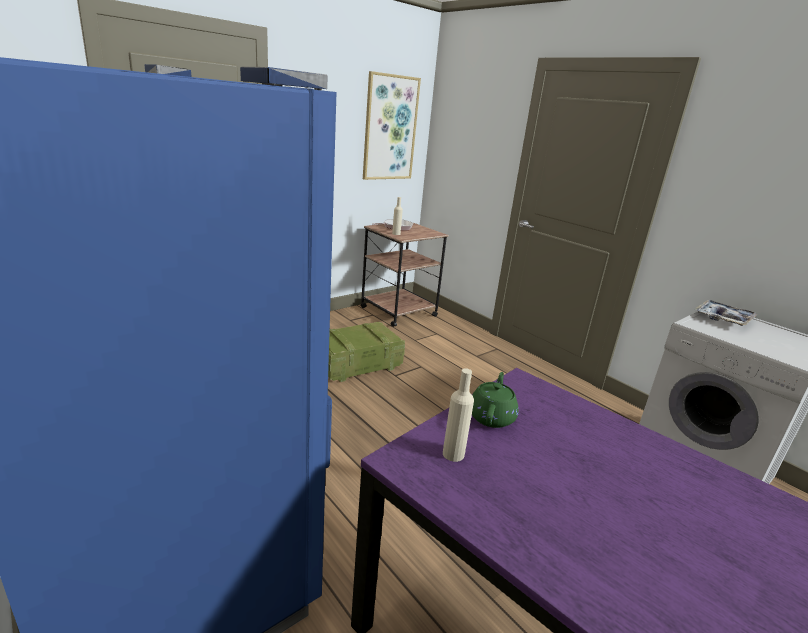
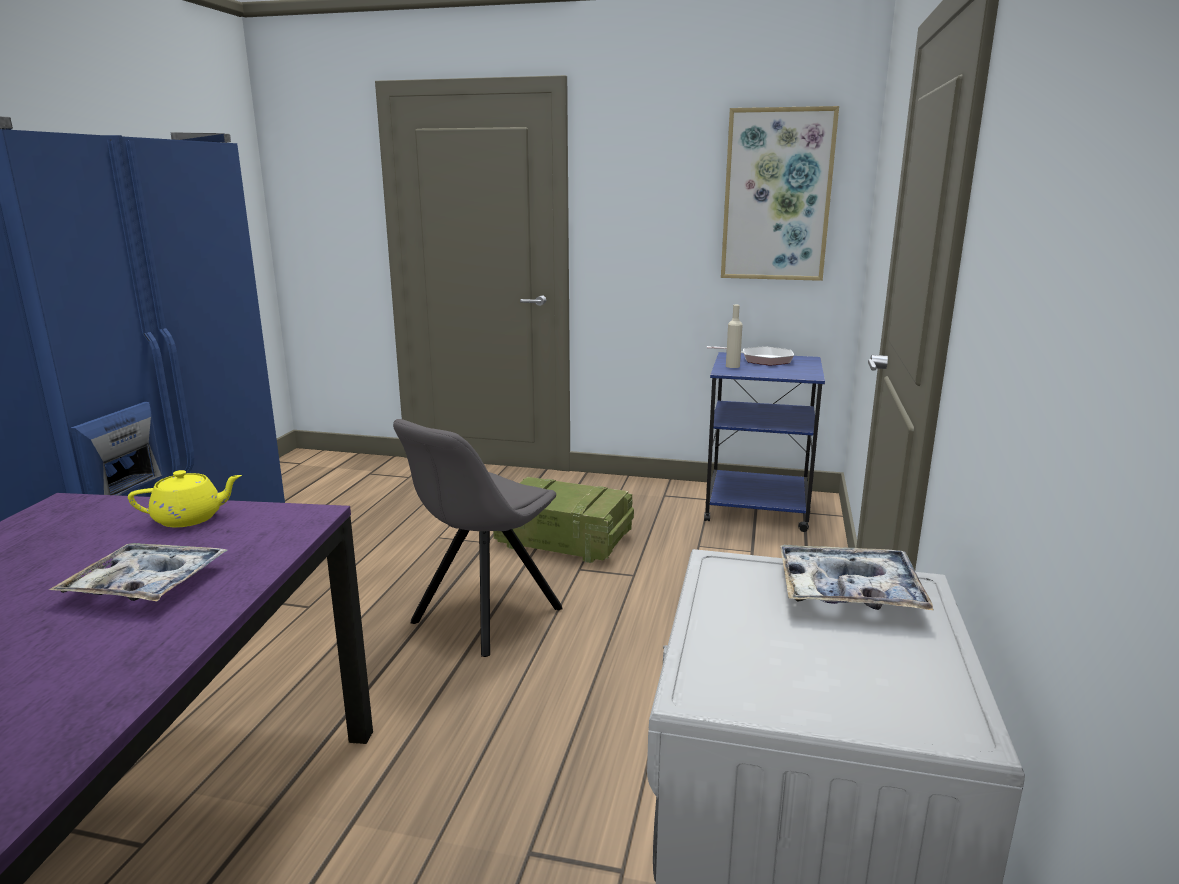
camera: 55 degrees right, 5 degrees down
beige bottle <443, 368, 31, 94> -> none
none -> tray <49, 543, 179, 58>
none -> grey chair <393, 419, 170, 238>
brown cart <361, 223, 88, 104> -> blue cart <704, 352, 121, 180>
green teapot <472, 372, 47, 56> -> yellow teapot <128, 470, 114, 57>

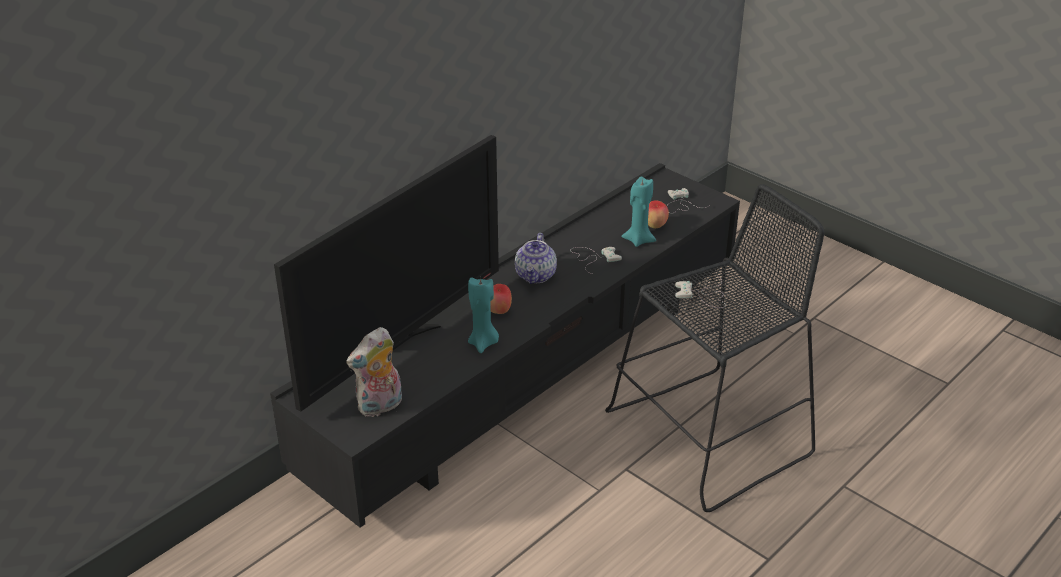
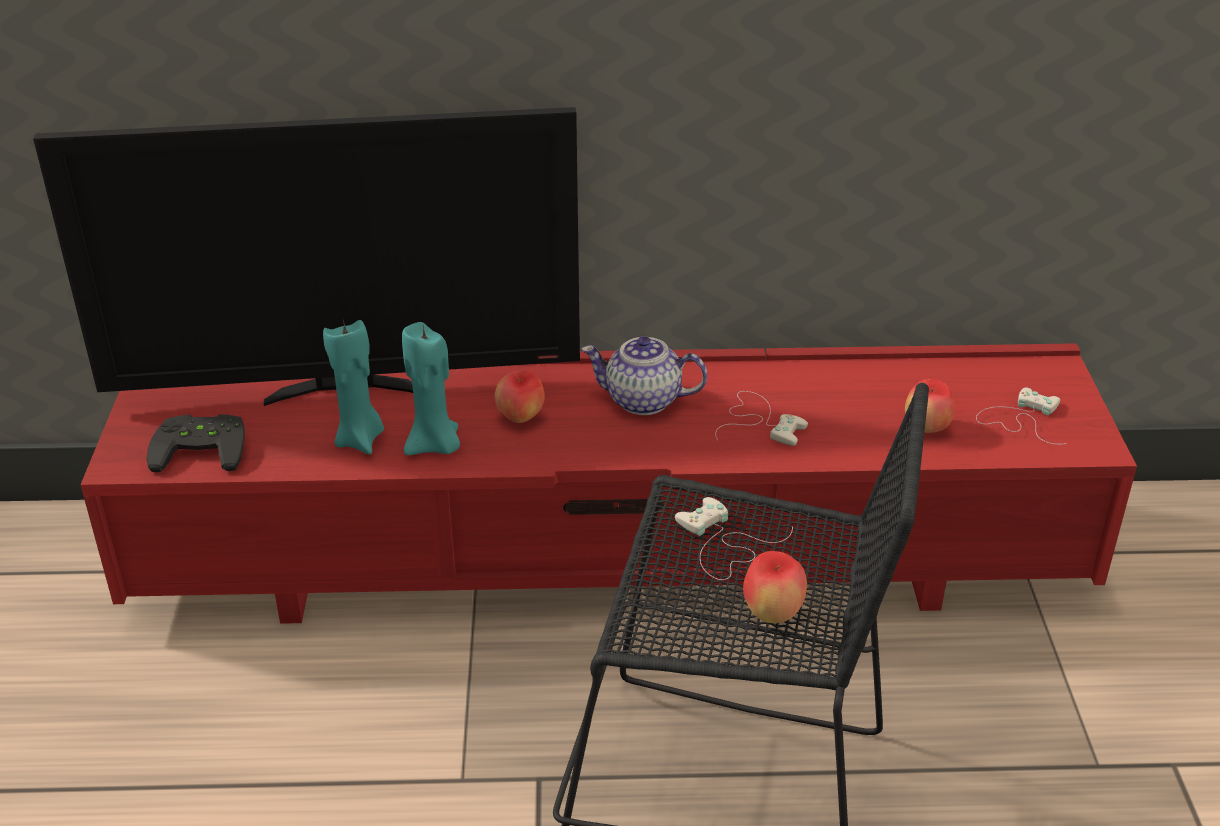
camera: 45 degrees right, 0 degrees up
none -> apple <743, 551, 64, 72>
turquoise candle <621, 177, 35, 70> -> turquoise candle <323, 319, 61, 135>, relocated
plush toy <346, 327, 56, 91> -> black game controller <147, 414, 98, 58>
black tv stand <270, 163, 470, 365> -> red tv stand <80, 343, 1057, 281>
teapot <515, 233, 42, 51> -> teapot <581, 336, 126, 79>, 45 degrees clockwise

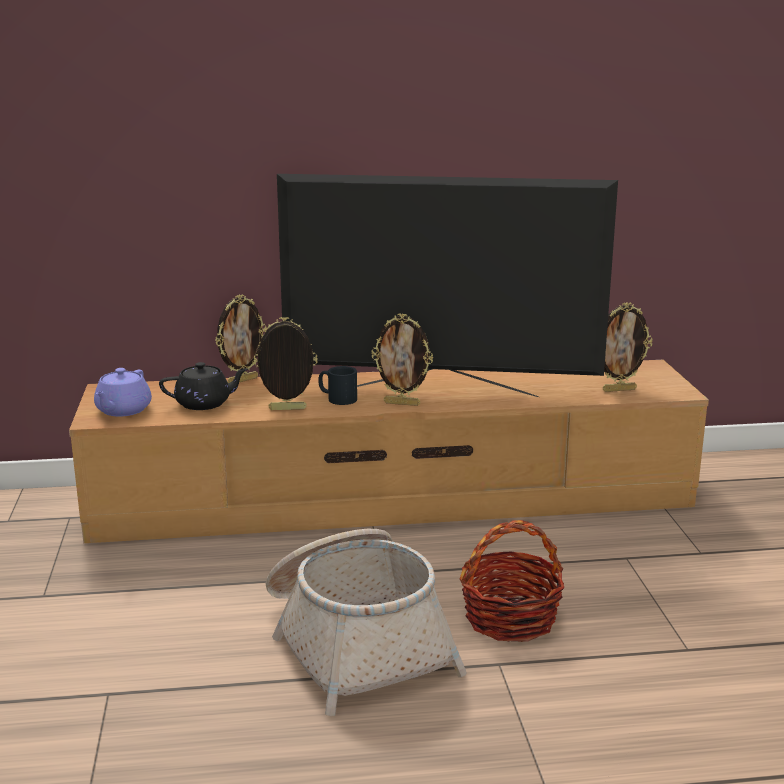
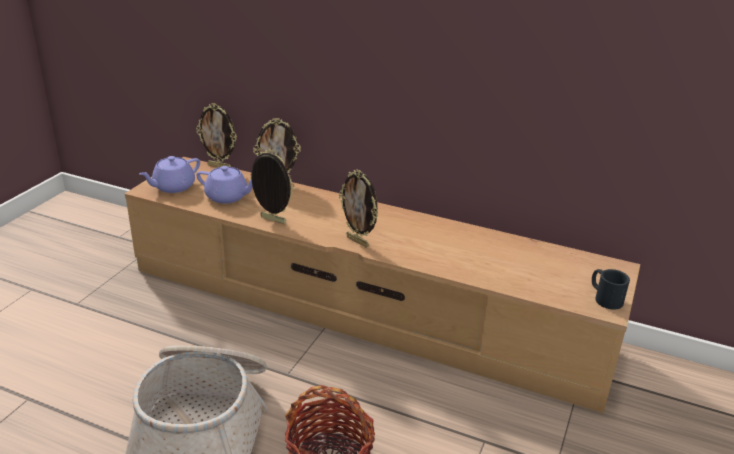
camera: 30 degrees right, 10 degrees up
television <277, 174, 341, 223> -> none
black mug <319, 366, 38, 39> -> black mug <592, 269, 38, 41>, relocated
picture frame <603, 302, 50, 90> -> picture frame <196, 103, 41, 64>, relocated
black teapot <159, 362, 89, 48> -> purple teapot <196, 166, 57, 38>

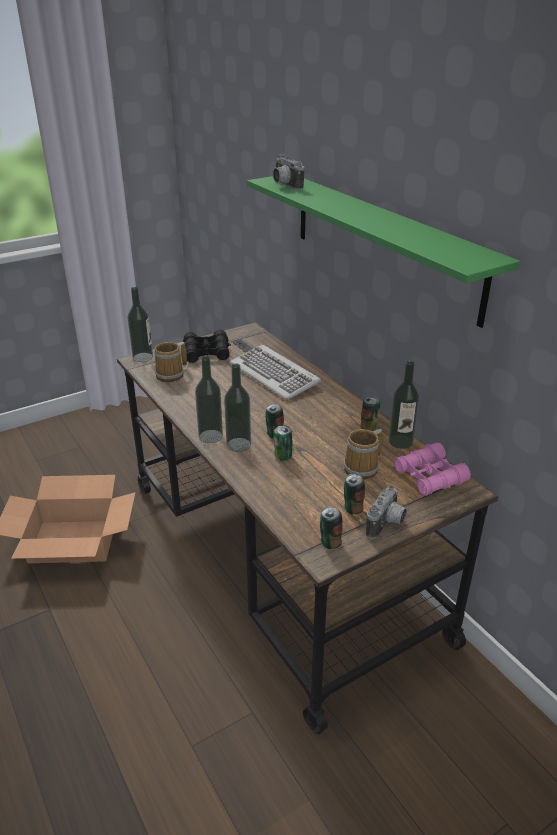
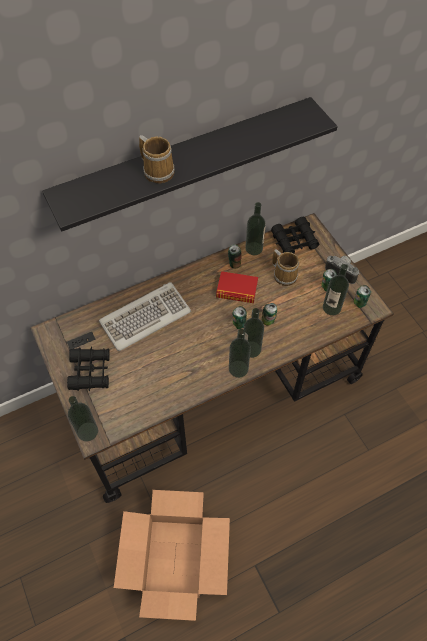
camera: 85 degrees left, 25 degrees up
photo camera <273, 154, 32, 36> -> none
none -> book <216, 271, 42, 32>
none -> bottle <323, 264, 26, 52>
mug <154, 342, 33, 40> -> mug <139, 135, 36, 48>, relocated
green shelf <247, 176, 274, 152> -> black shelf <42, 97, 296, 134>
pink binoculars <394, 443, 77, 53> -> black binoculars <271, 217, 48, 37>

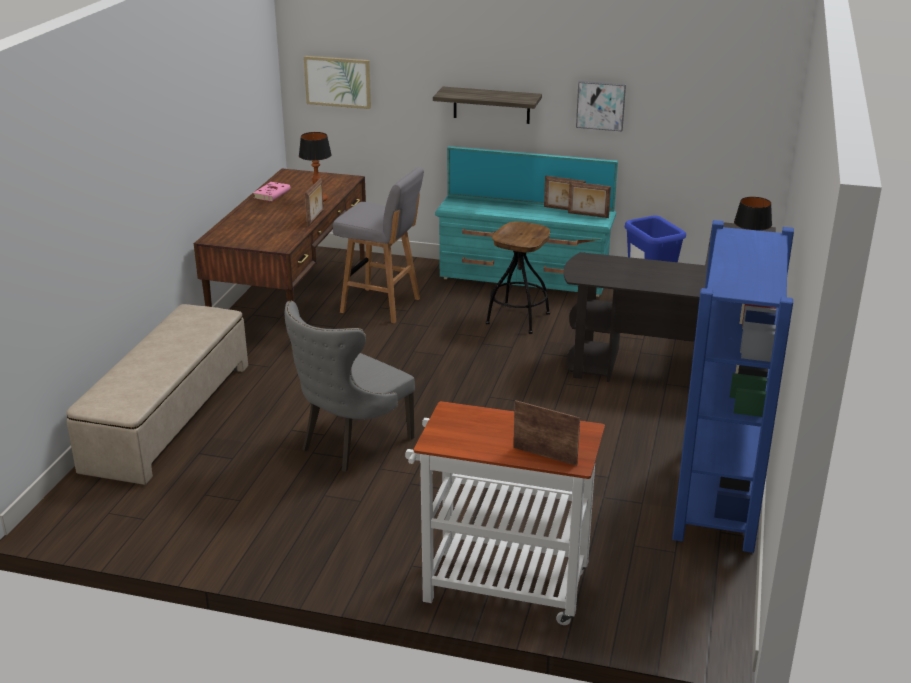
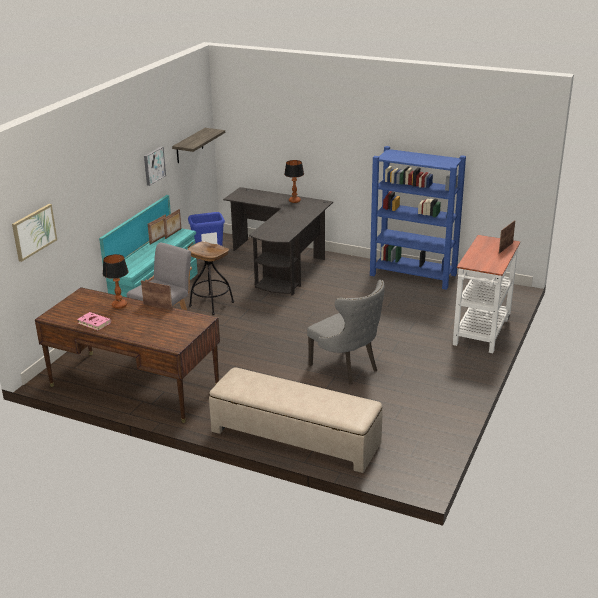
camera: 80 degrees left, 0 degrees up
shelf <433, 87, 109, 37> -> shelf <172, 128, 53, 35>, relocated

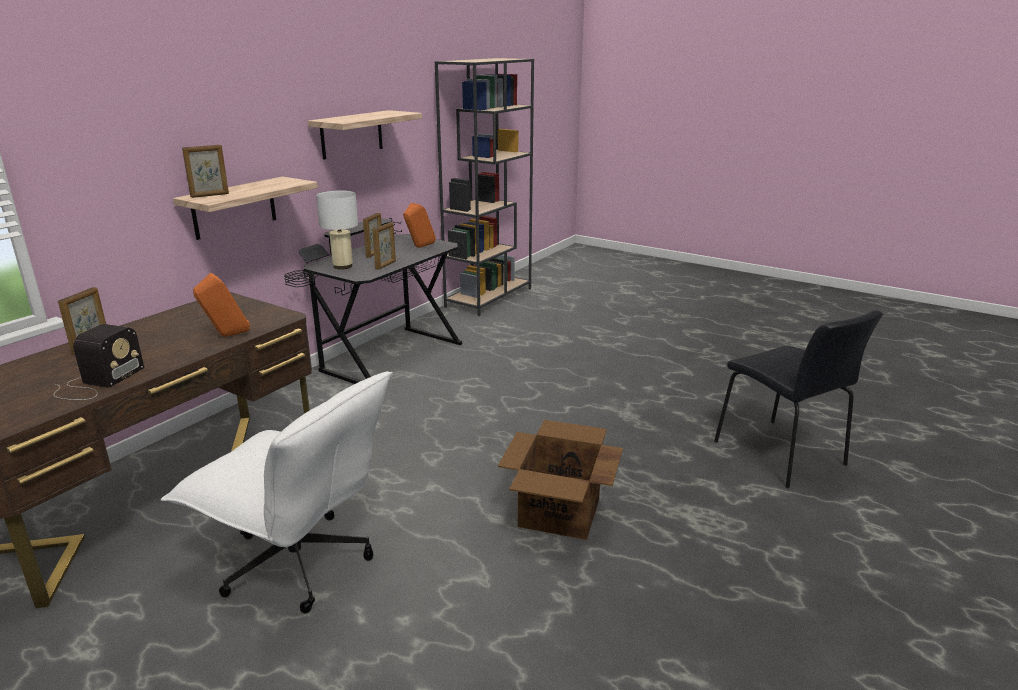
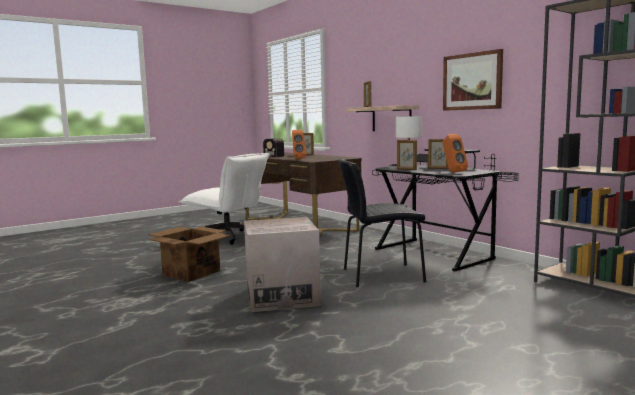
camera: 110 degrees right, 15 degrees down
none -> cardboard box <244, 217, 77, 95>
black chair <714, 310, 169, 178> -> black chair <338, 159, 88, 128>, relocated
shelf <308, 110, 114, 50> -> picture <443, 49, 60, 62>
white office chair <161, 371, 232, 242> -> white office chair <178, 153, 92, 92>, 105 degrees counterclockwise

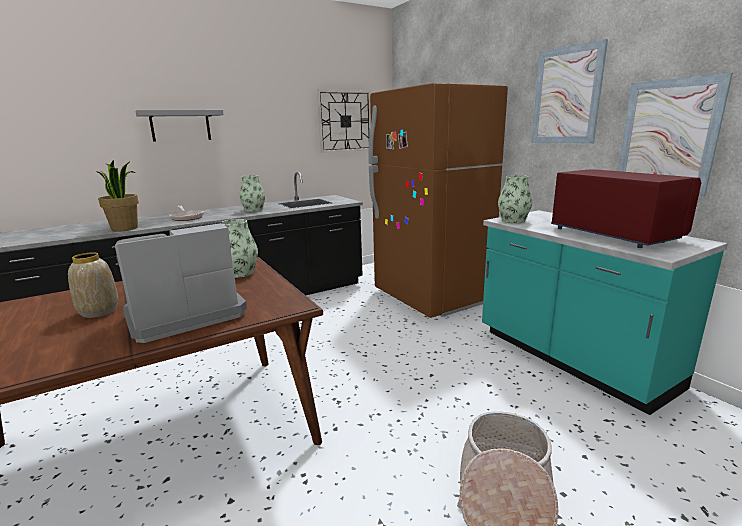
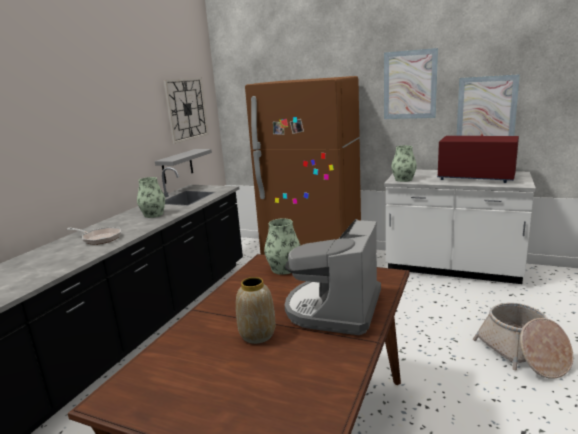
camera: 35 degrees left, 0 degrees up
potted plant <96, 160, 43, 72> -> none
grey shelf <136, 110, 88, 32> -> grey shelf <155, 149, 57, 35>, relocated
turquoise counter <482, 210, 246, 205> -> white counter <384, 170, 152, 114>

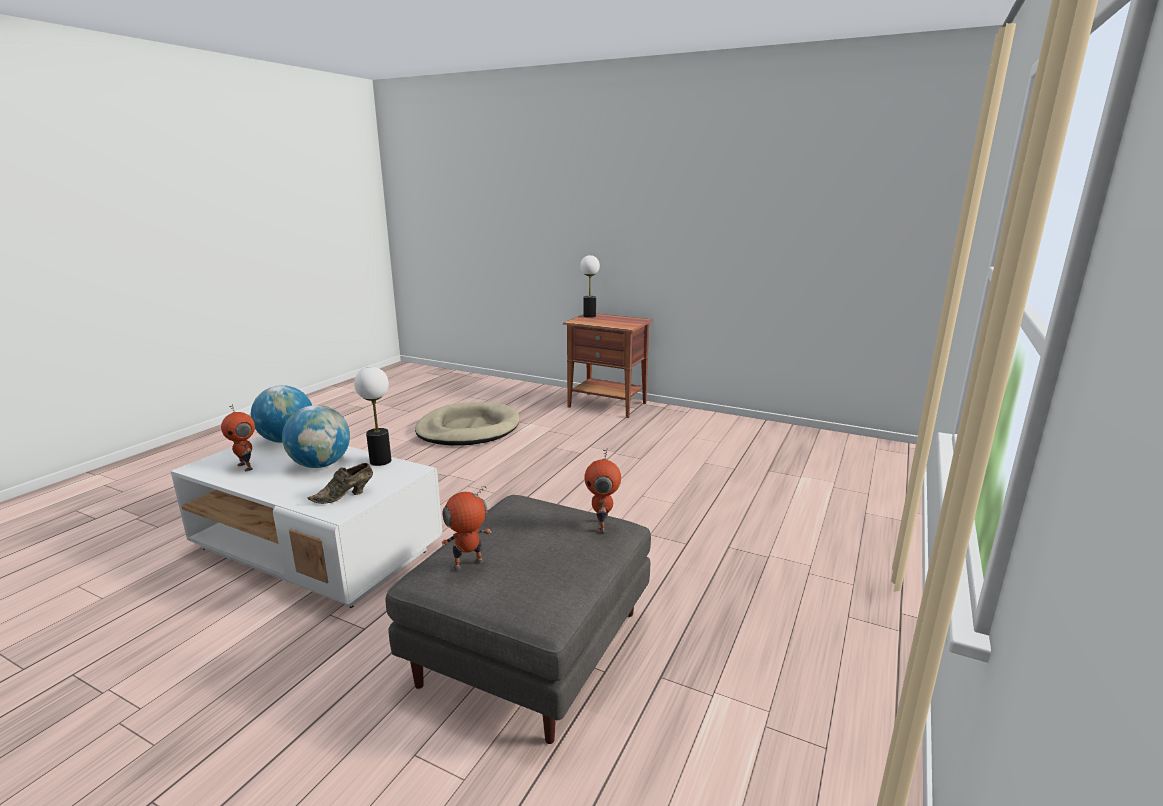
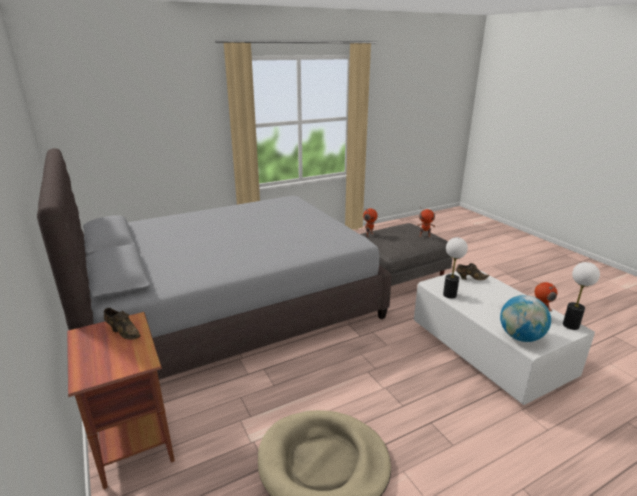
camera: 145 degrees left, 5 degrees up
globe <282, 405, 68, 63> -> none
none -> grey bed <37, 148, 355, 232>
none -> brown shoe <104, 308, 37, 32>
table lamp <580, 255, 20, 63> -> table lamp <563, 262, 37, 68>, relocated

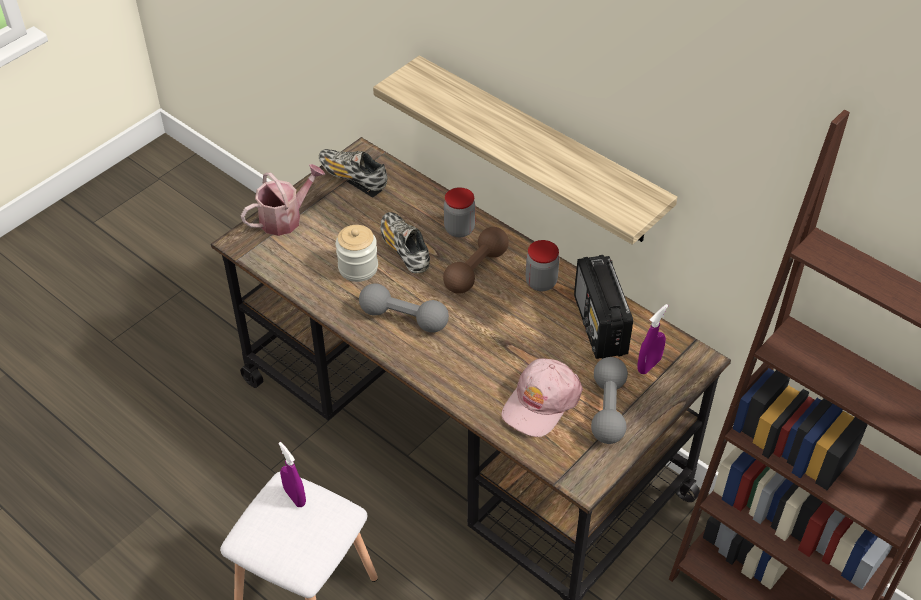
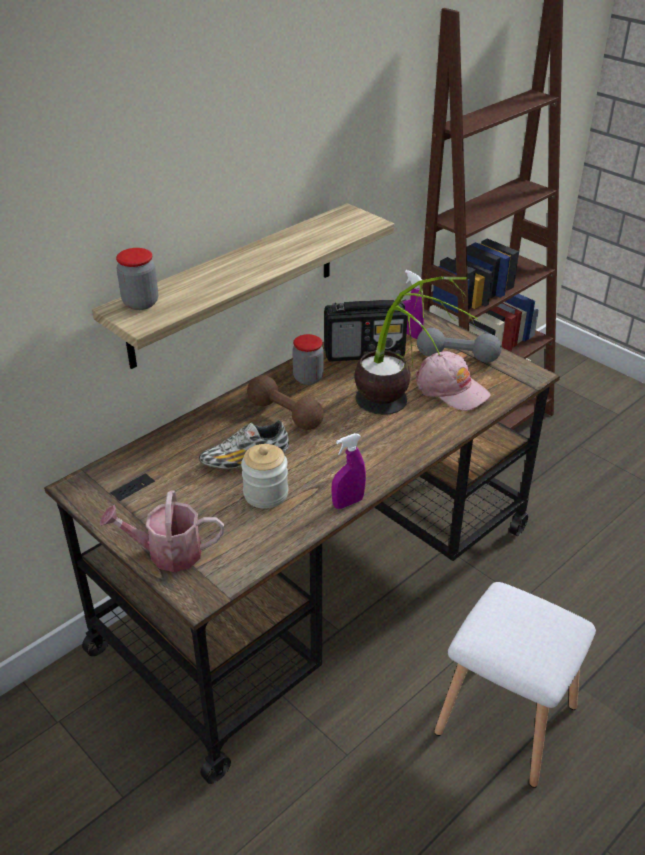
camera: 85 degrees left, 10 degrees down
shoe <319, 149, 69, 42> -> none
grey dumbbell <359, 283, 90, 50> -> none
none -> potted plant <354, 276, 124, 139>
purple spray bottle <278, 442, 28, 65> -> purple spray bottle <331, 433, 35, 76>, relocated
jar <444, 187, 31, 50> -> jar <116, 248, 42, 62>, relocated
watering can <241, 164, 84, 72> -> watering can <100, 491, 124, 81>, 60 degrees counterclockwise

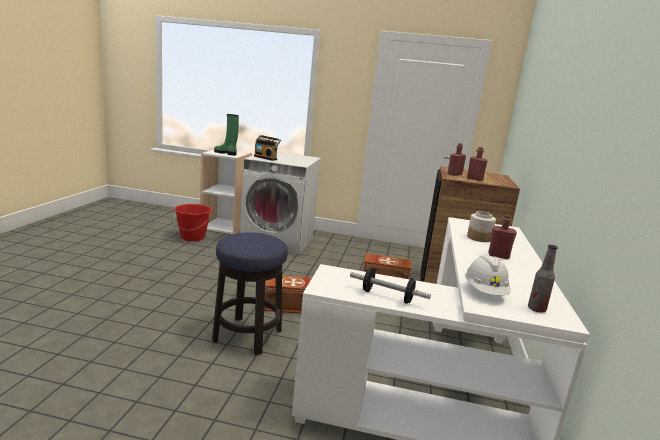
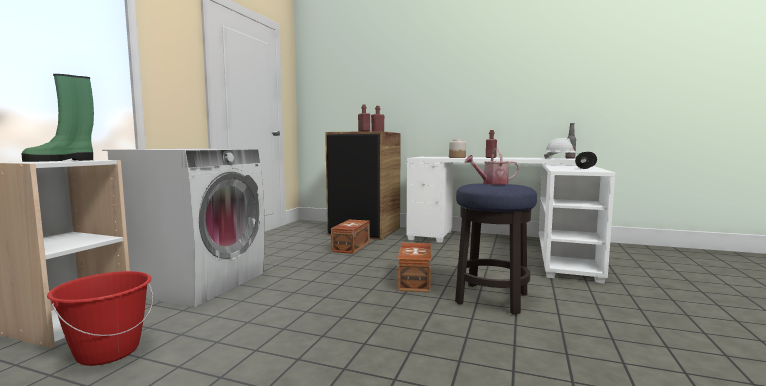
camera: 80 degrees left, 10 degrees down
radio <254, 135, 27, 26> -> none
none -> watering can <464, 148, 55, 37>

